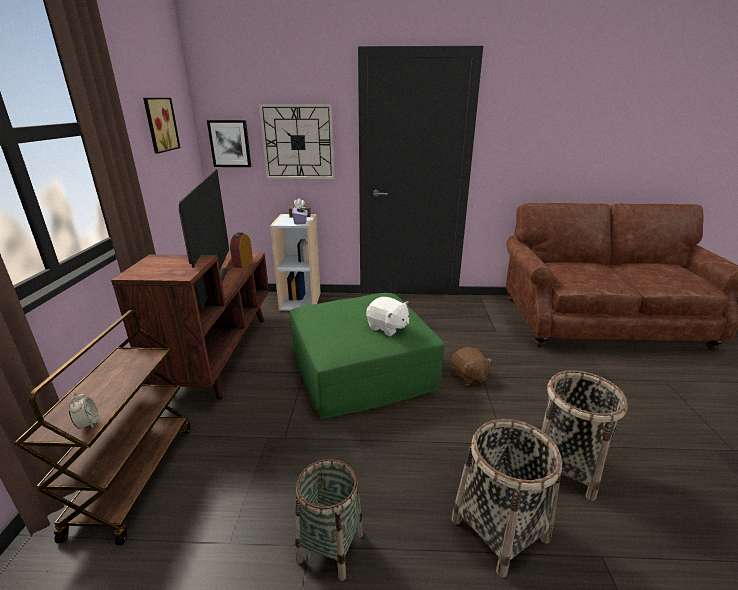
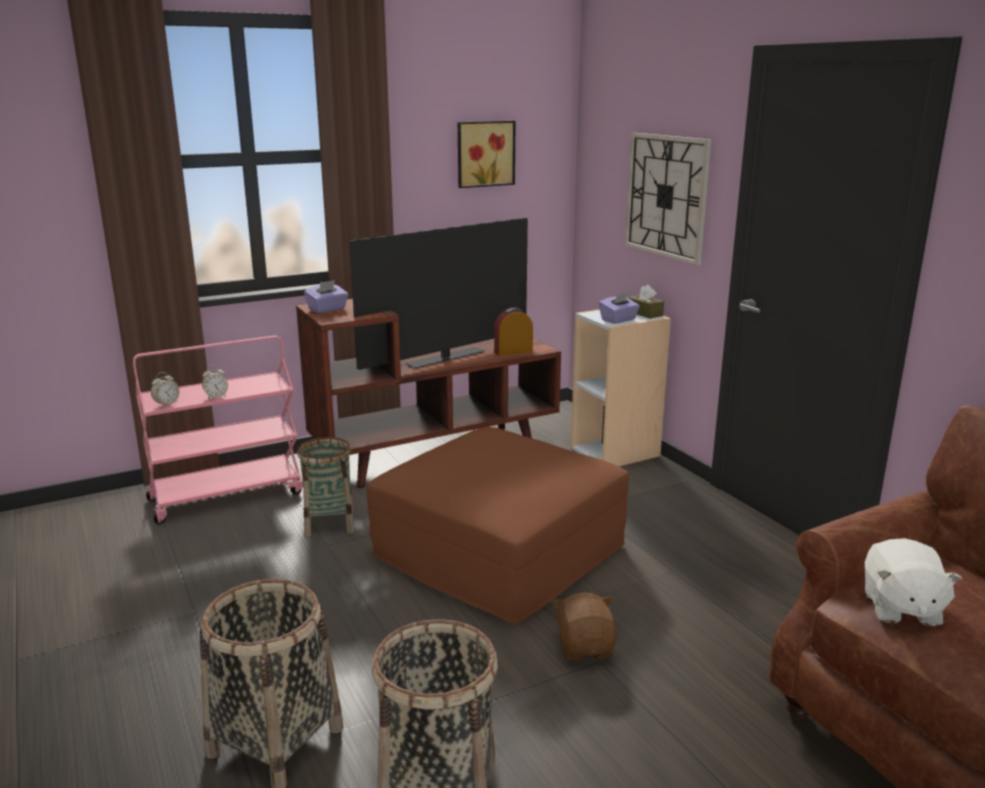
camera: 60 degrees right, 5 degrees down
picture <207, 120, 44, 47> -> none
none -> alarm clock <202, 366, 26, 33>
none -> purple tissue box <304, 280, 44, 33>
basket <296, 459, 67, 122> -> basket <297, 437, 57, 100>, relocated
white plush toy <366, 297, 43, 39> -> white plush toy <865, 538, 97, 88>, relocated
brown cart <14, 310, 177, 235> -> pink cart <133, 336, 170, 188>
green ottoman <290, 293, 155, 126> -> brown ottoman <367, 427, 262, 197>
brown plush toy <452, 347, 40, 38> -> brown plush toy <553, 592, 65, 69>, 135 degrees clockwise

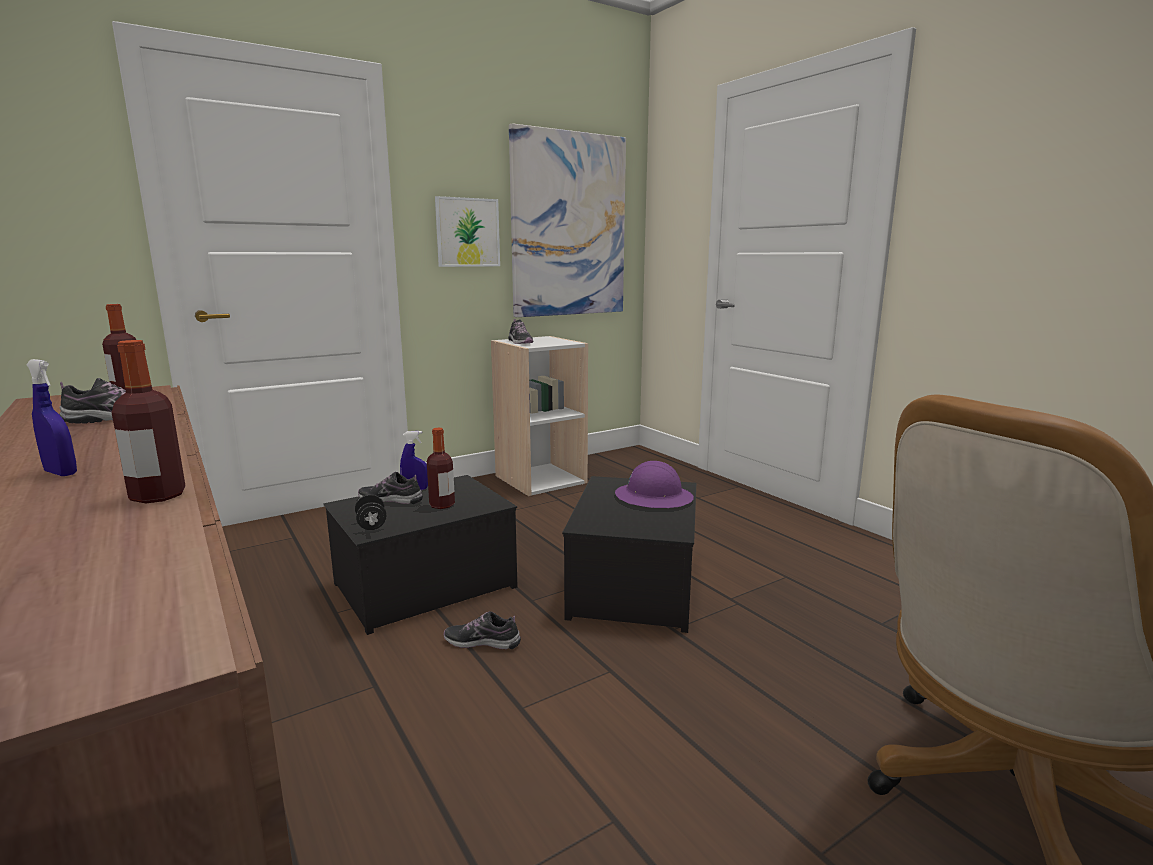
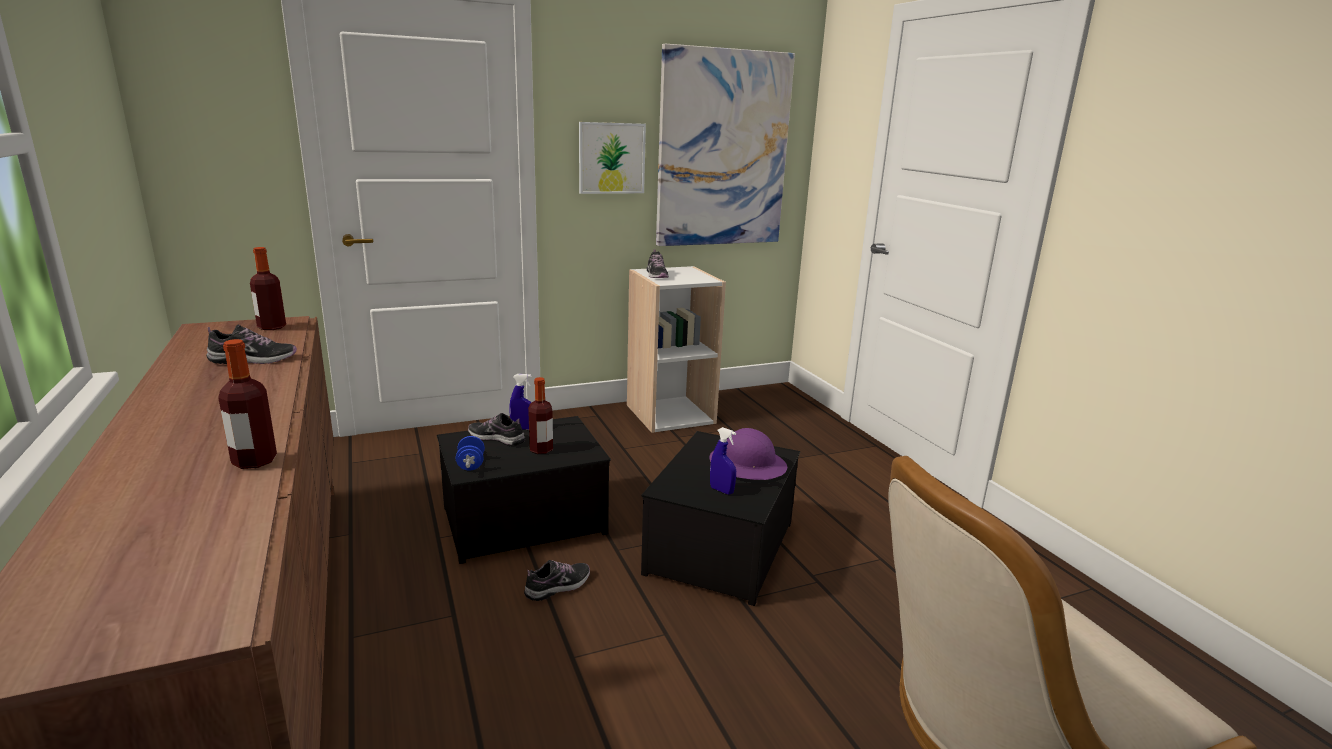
camera: 10 degrees right, 5 degrees up
blue spray bottle <26, 359, 51, 117> -> blue spray bottle <710, 427, 26, 68>, relocated
black dumbbell <355, 494, 32, 36> -> blue dumbbell <456, 436, 29, 34>
shoe <444, 611, 77, 38> -> shoe <524, 560, 66, 41>, 120 degrees clockwise

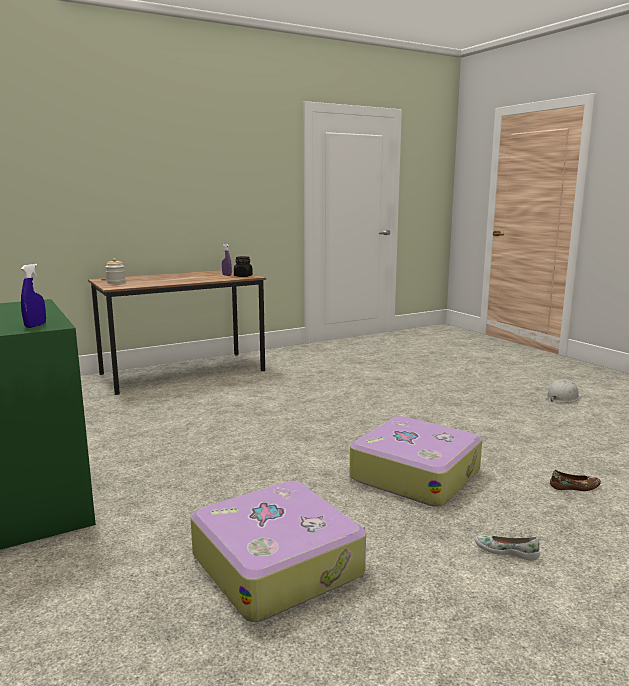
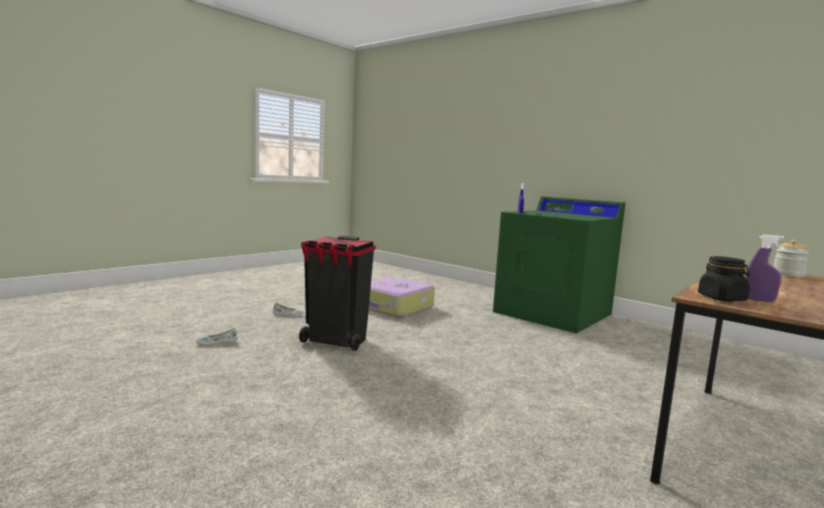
camera: 160 degrees right, 5 degrees down
white hard hat <546, 379, 36, 23> -> none
suitcase <350, 416, 132, 91> -> black trash can <299, 236, 77, 115>
brown shoe <550, 470, 51, 21> -> white shoe <196, 328, 42, 17>

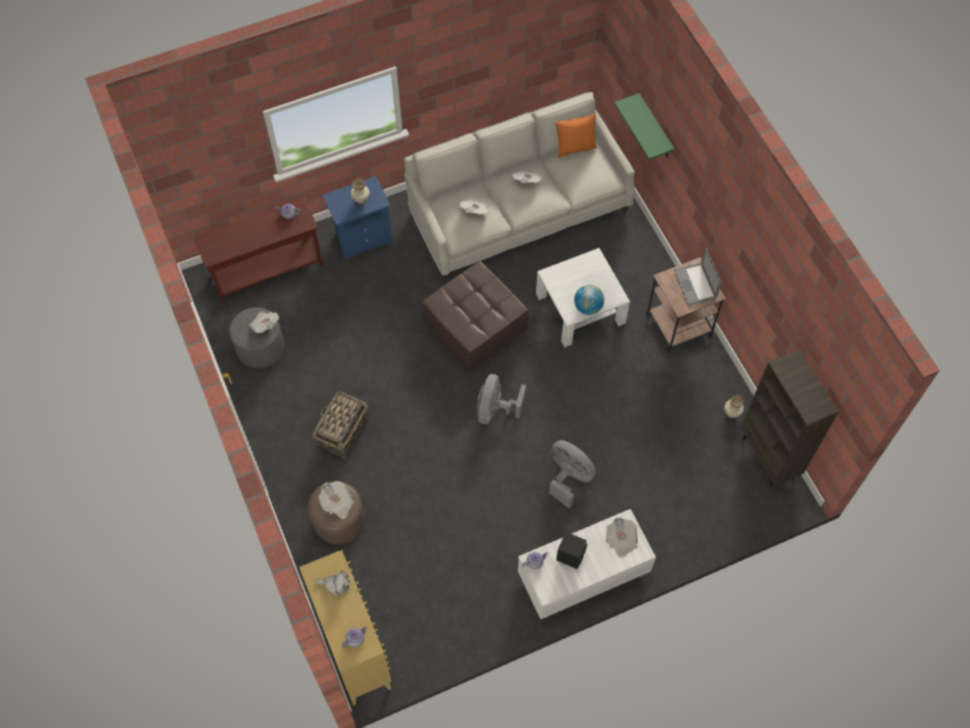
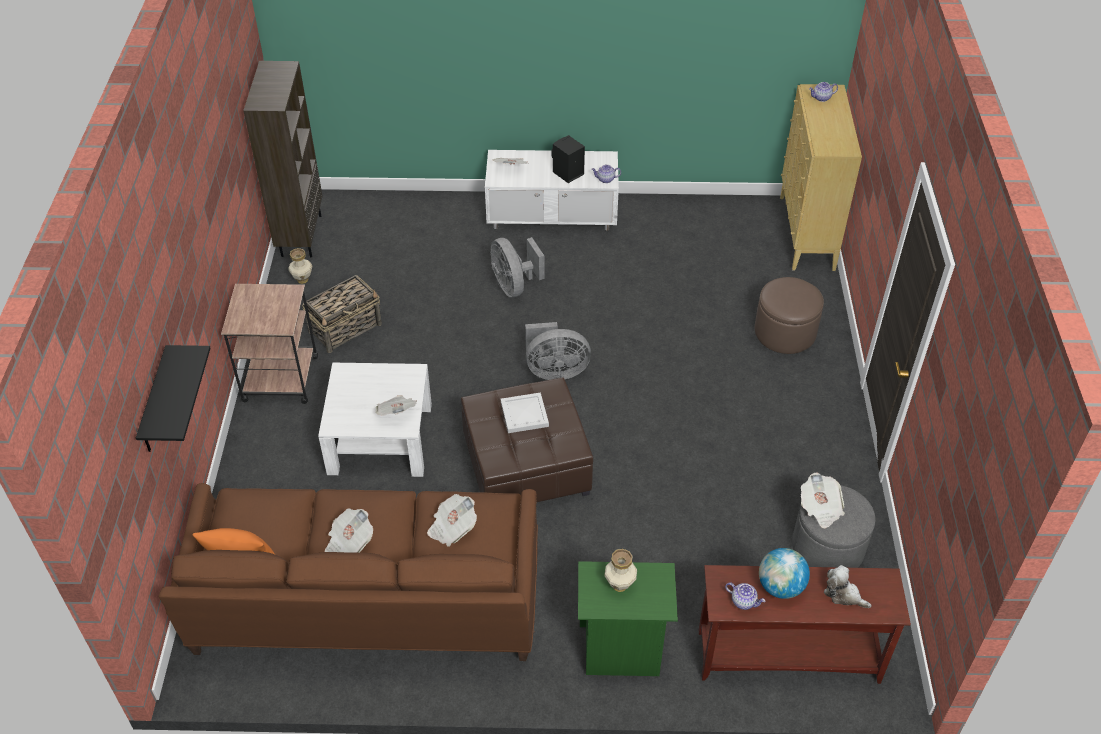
camera: 155 degrees left, 15 degrees down
laptop <674, 247, 48, 58> -> none
none -> white tray <501, 392, 48, 41>
basket <313, 390, 55, 69> -> basket <302, 275, 80, 78>, relocated
plush toy <316, 570, 34, 26> -> plush toy <824, 565, 47, 43>, relocated
newspaper <318, 481, 36, 38> -> newspaper <376, 395, 41, 21>, relocated
globe <574, 285, 30, 30> -> globe <759, 548, 51, 51>, relocated
blue nightstand <322, 176, 70, 84> -> green nightstand <578, 561, 100, 115>
white sofa <404, 92, 231, 187> -> brown sofa <159, 483, 379, 178>
green shelf <614, 93, 61, 67> -> black shelf <136, 345, 74, 107>
grey fan <477, 374, 49, 50> -> grey fan <525, 322, 66, 58>, 45 degrees clockwise

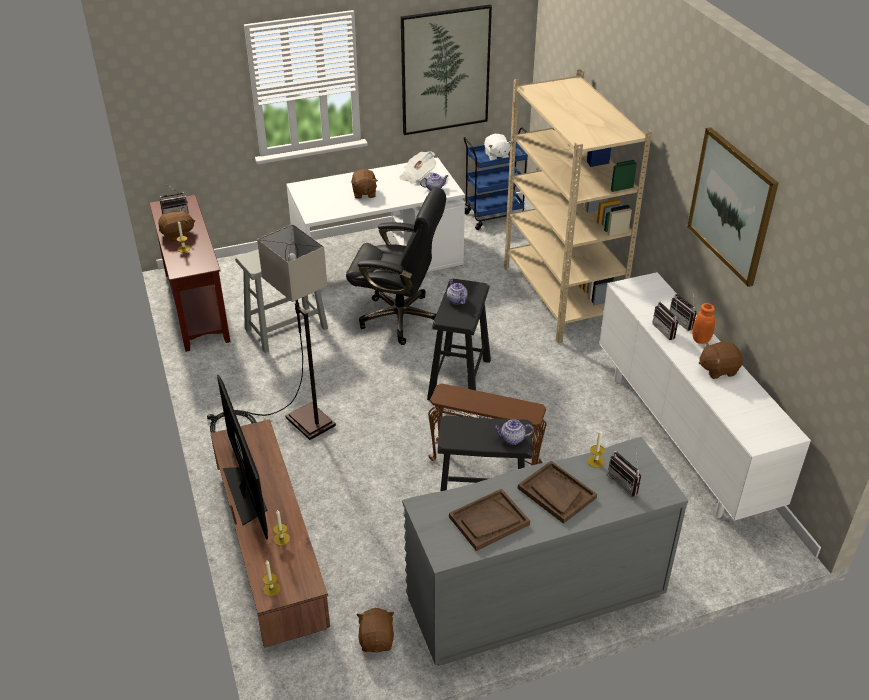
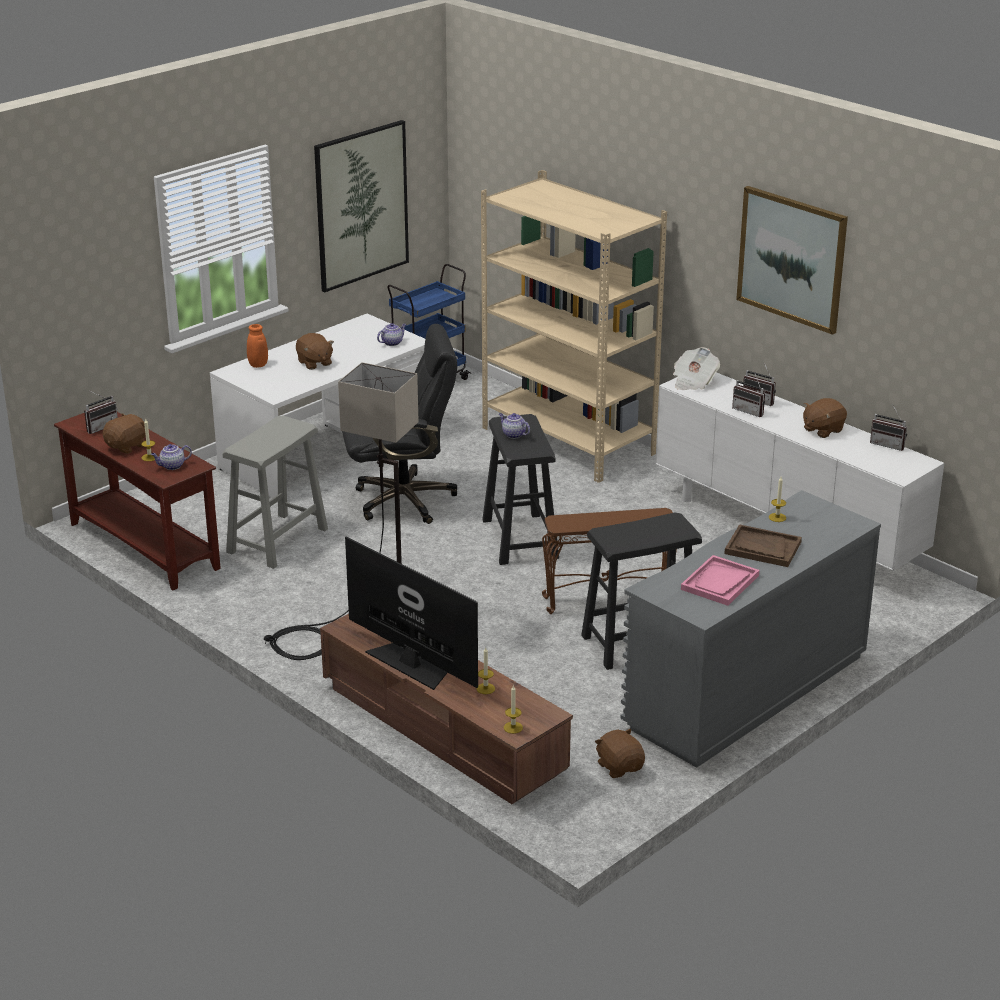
camera: 25 degrees left, 10 degrees down
white plush toy <484, 134, 27, 26> -> none
newspaper <399, 151, 37, 32> -> newspaper <673, 347, 47, 43>, relocated
teapot <493, 419, 41, 26> -> teapot <151, 444, 41, 26>, relocated
radio <608, 451, 33, 46> -> radio <870, 404, 37, 47>, relocated
orange vase <692, 303, 23, 41> -> orange vase <247, 324, 21, 44>, relocated
brown tray <449, 489, 81, 62> -> pink tray <681, 555, 78, 51>

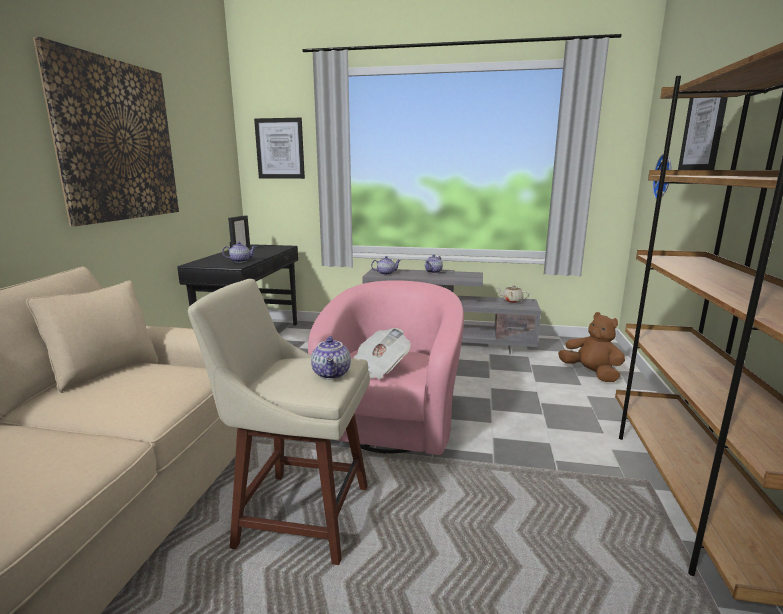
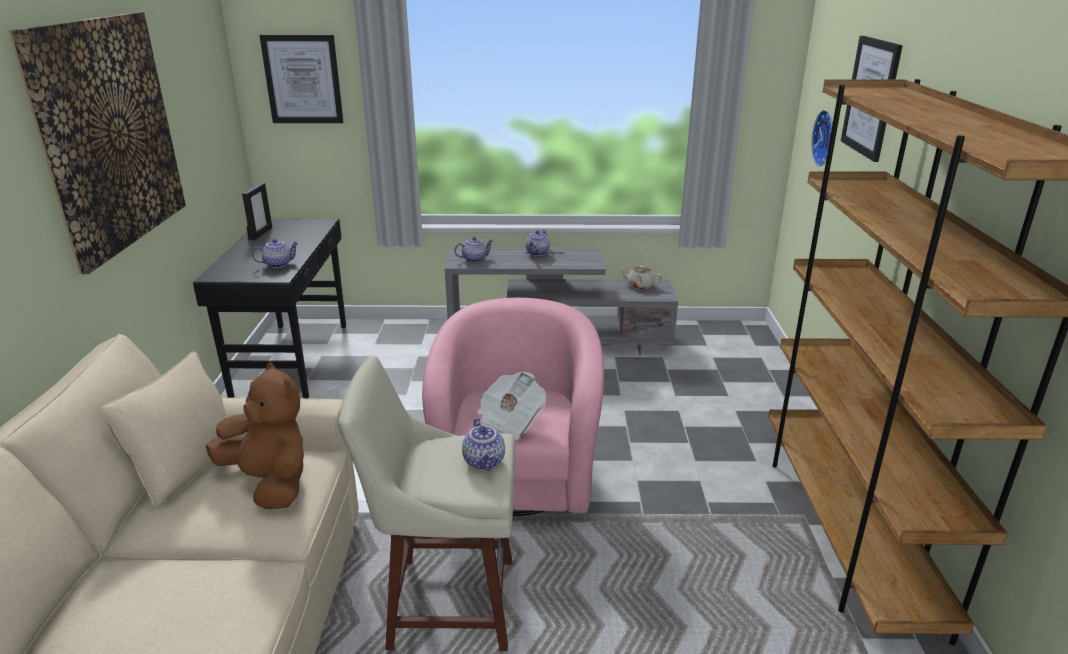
camera: 10 degrees left, 10 degrees up
brown plush toy <558, 312, 67, 70> -> brown plush toy <206, 362, 98, 147>, relocated

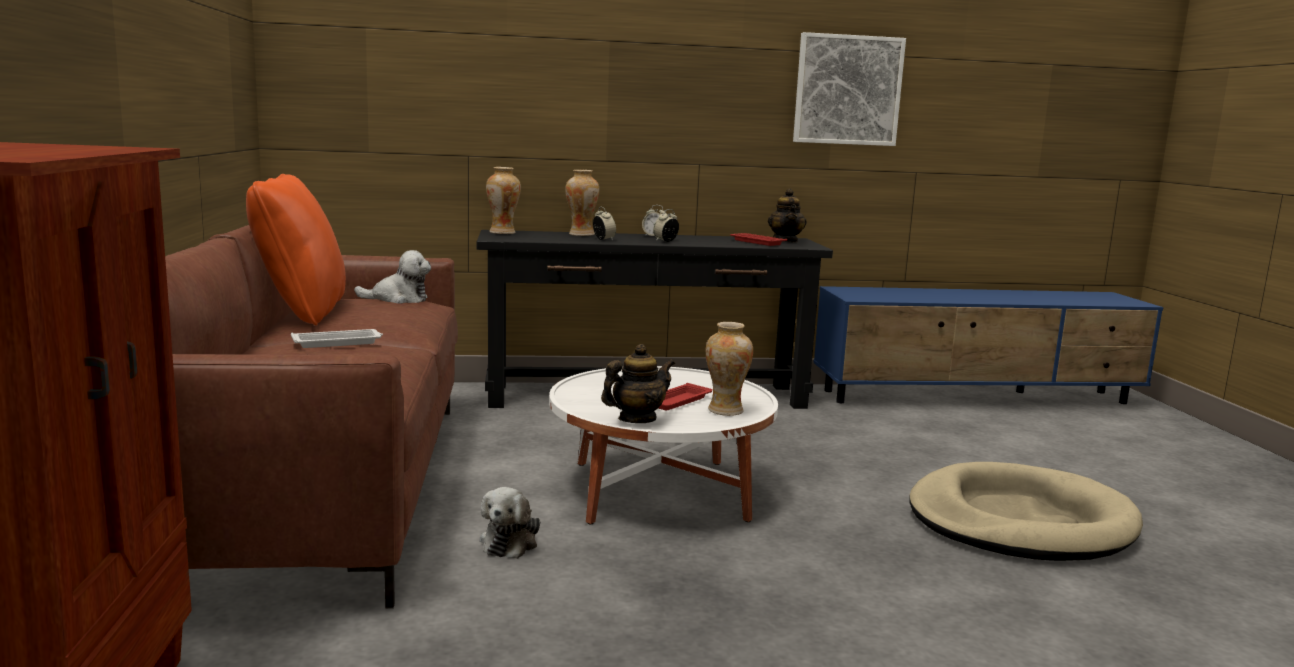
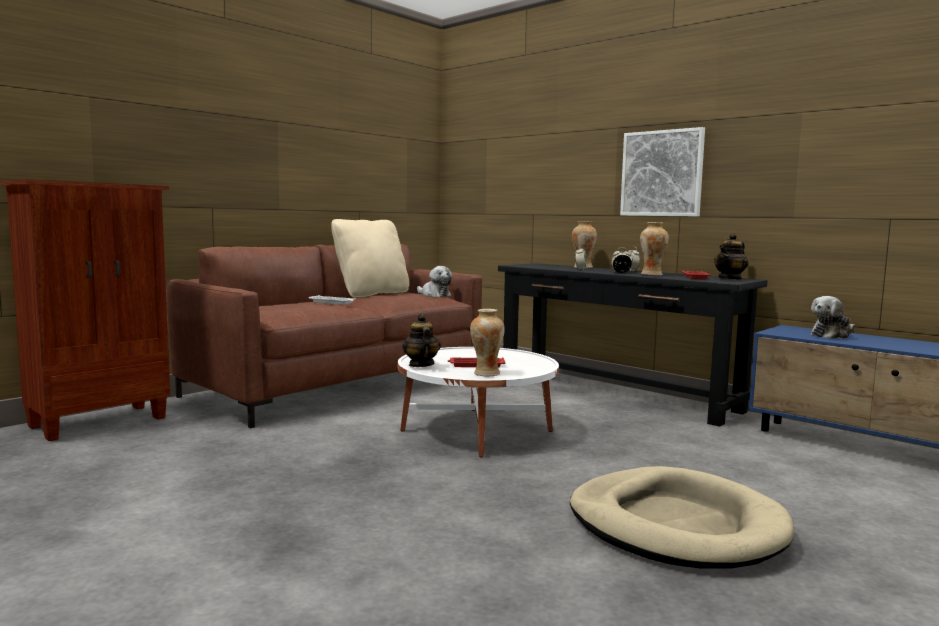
camera: 50 degrees right, 5 degrees down
plush toy <480, 487, 60, 72> -> plush toy <811, 296, 44, 43>, relocated
vase <486, 167, 35, 67> -> vase <640, 222, 29, 54>, relocated
picture <793, 32, 113, 114> -> picture <620, 127, 85, 89>, relocated
orange pillow <246, 174, 100, 151> -> beige pillow <331, 219, 78, 79>
teapot <601, 344, 74, 79> -> teapot <402, 314, 39, 53>, 120 degrees counterclockwise

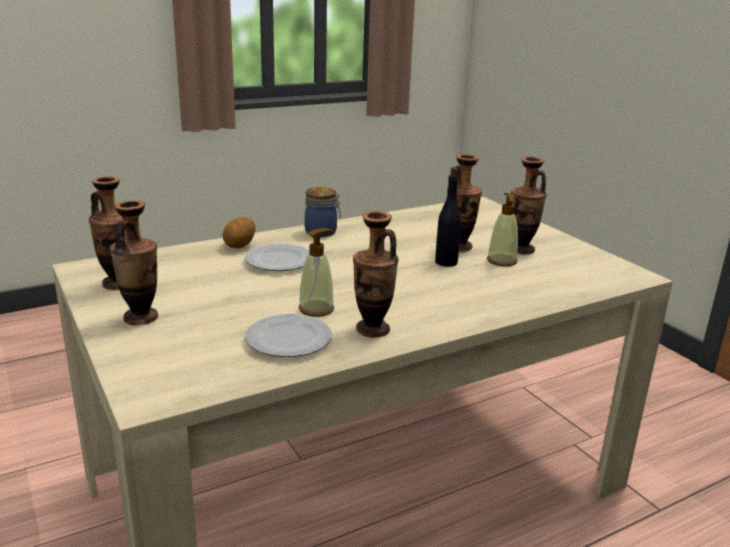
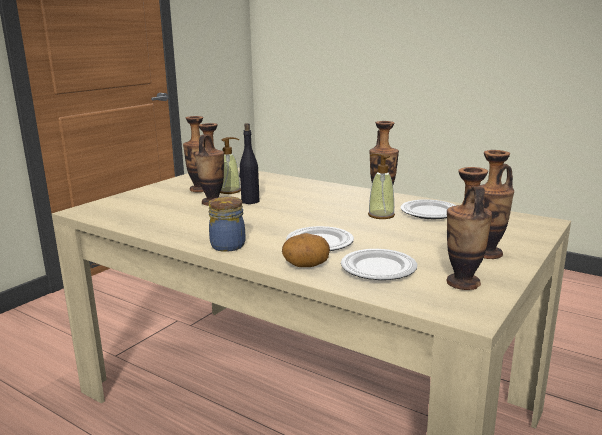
camera: 115 degrees left, 5 degrees down
none -> plate <341, 249, 76, 31>

